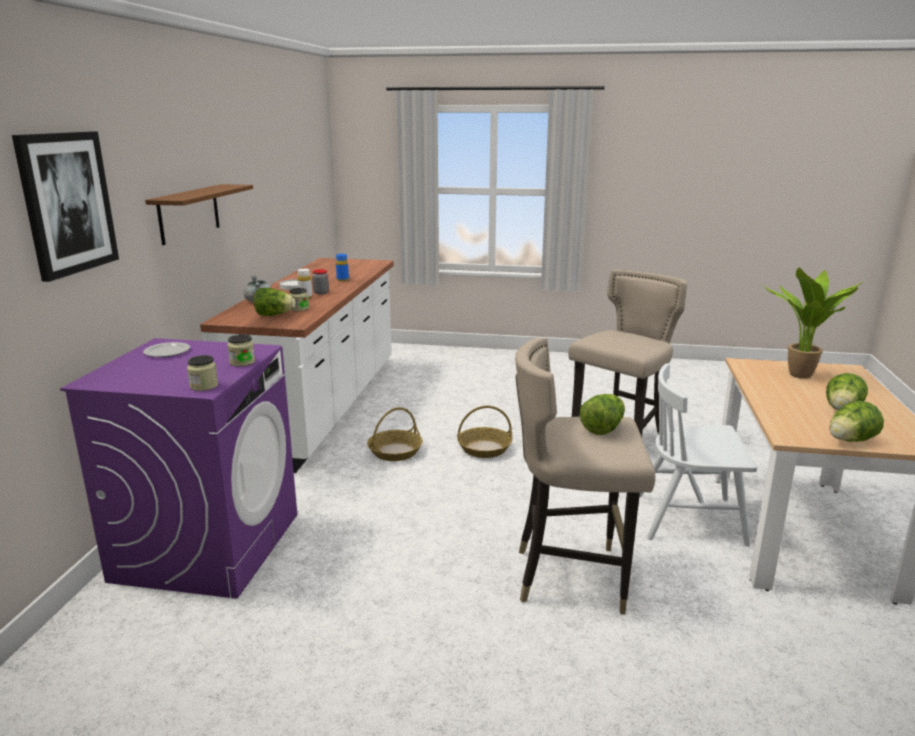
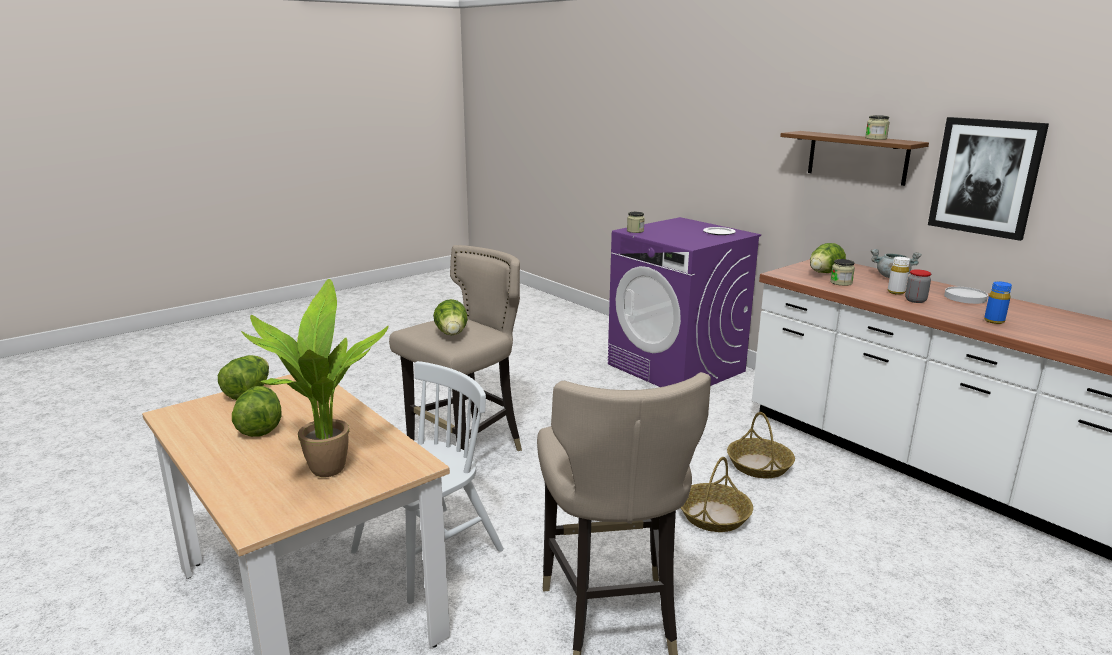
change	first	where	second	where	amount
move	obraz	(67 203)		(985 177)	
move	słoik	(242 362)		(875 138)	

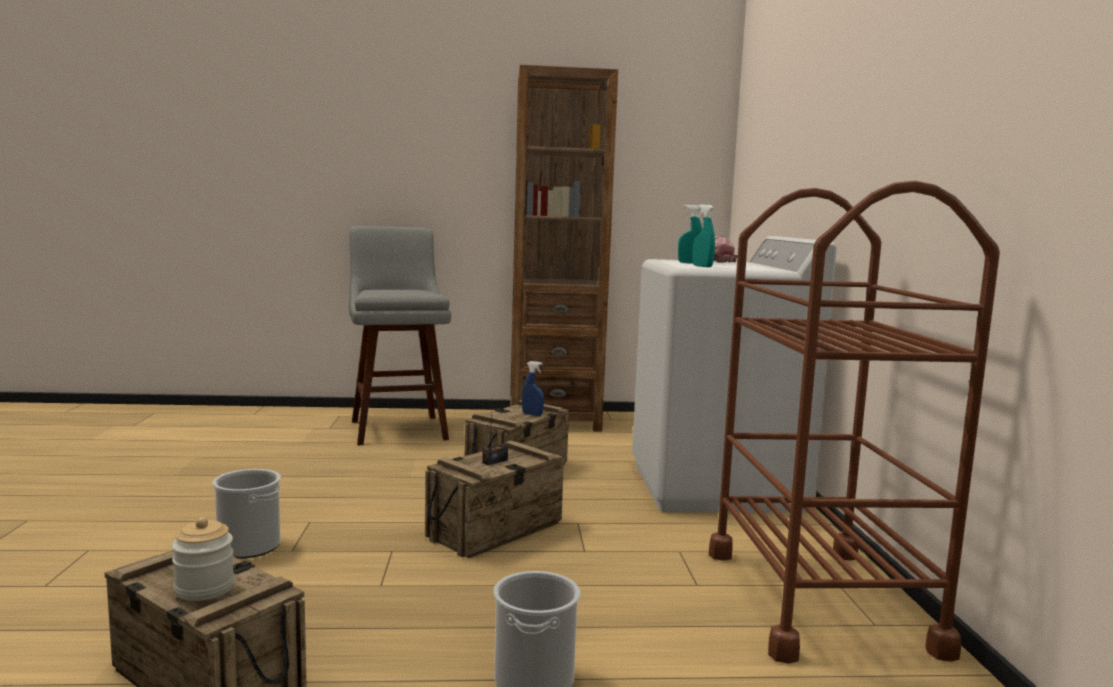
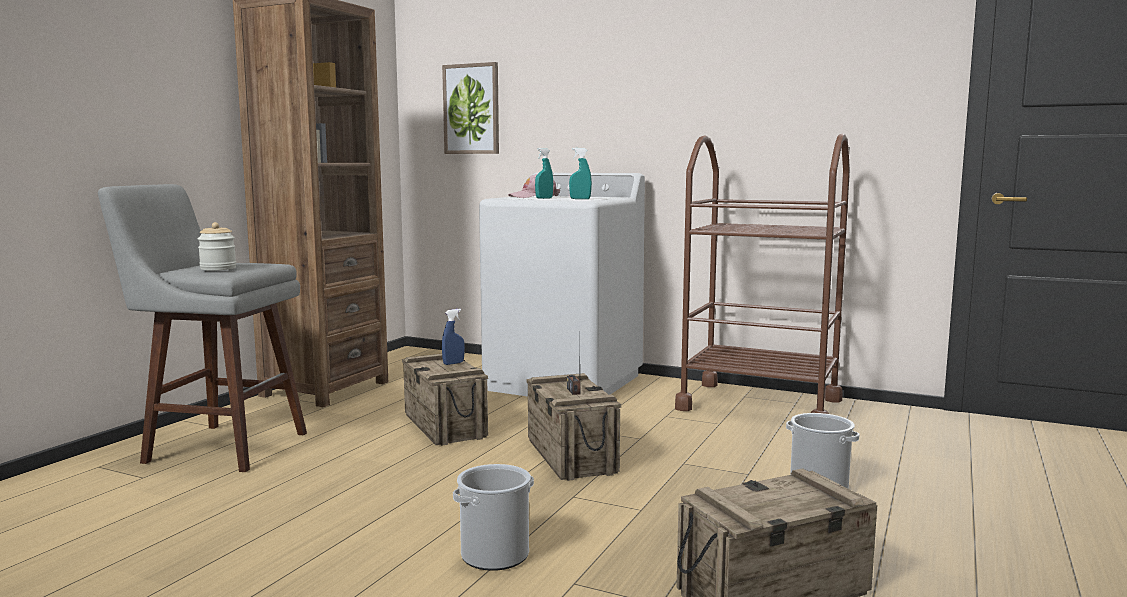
change	first	where	second	where	amount
insert			obraz	(471 109)	
move	słoik	(204 588)		(218 268)	

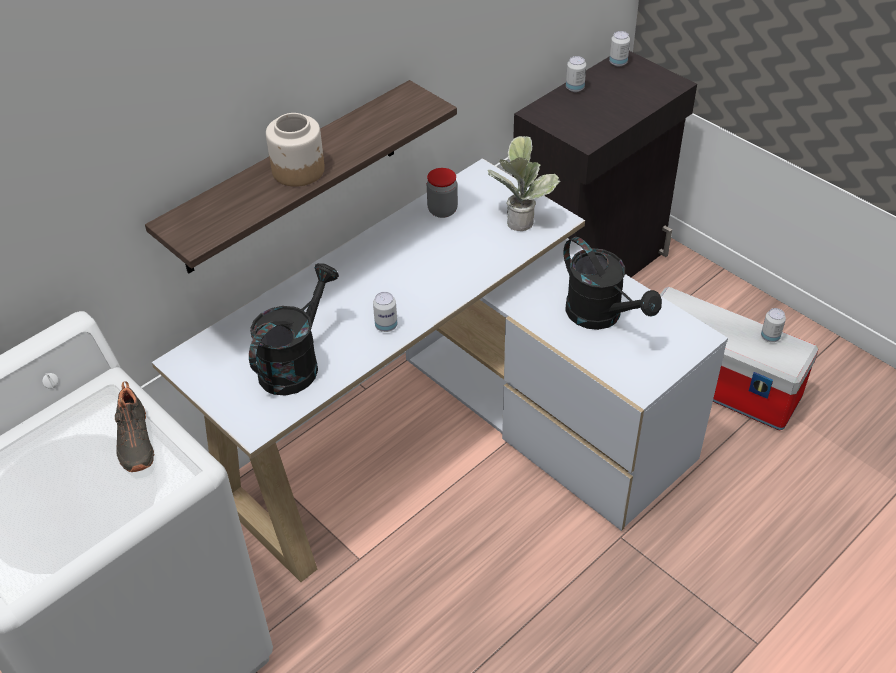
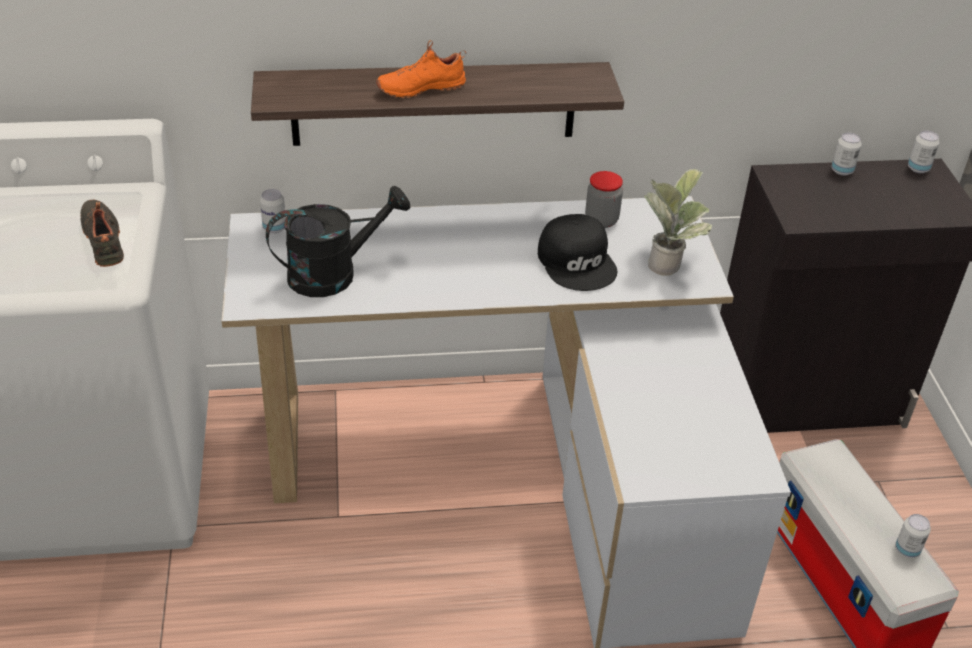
change	first	where	second	where	amount
delete	konewka [czarny]	(601 316)			
insert			czapka z daszkiem [czarny]	(578 261)	
move	puszka	(386 326)		(274 228)	
replace	słoik	(299 170)	but [pomarańczowy]	(420 87)	
rotate	but [czarny]	(133 441)		(105 240)	135 degrees clockwise

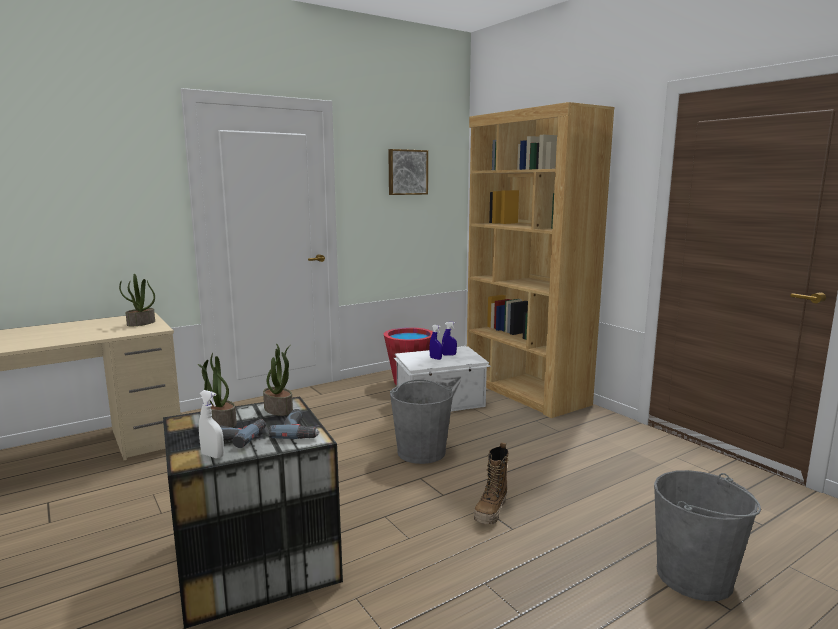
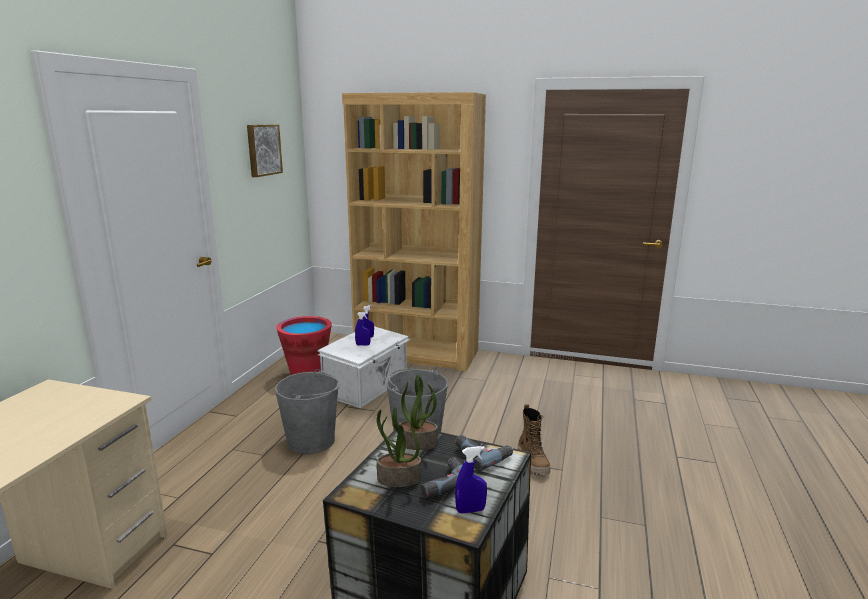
change	first	where	second	where	amount
delete	roślina doniczkowa	(141 323)			
move	wiadro [szary]	(695 577)		(311 441)	
recolor	spryskiwacz [biały]	(212 455)	spryskiwacz [niebieski]	(470 510)	

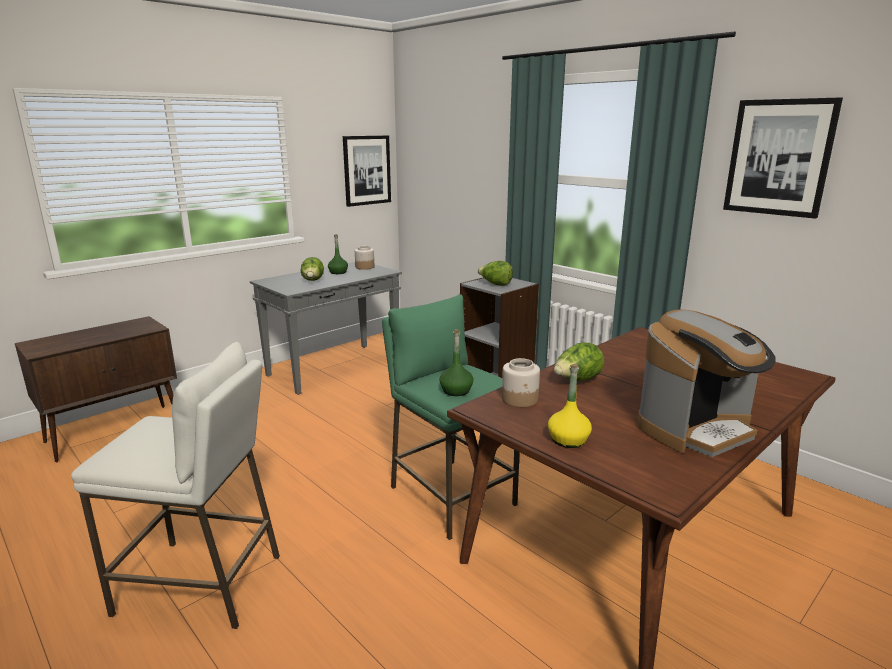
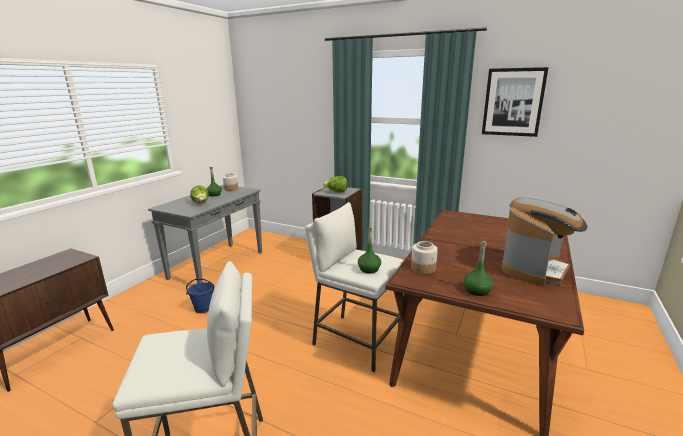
change	first	where	second	where	amount
delete	obraz	(367 170)			
delete	sałata	(577 381)			
insert			wiadro [niebieski]	(203 308)	
recolor	stołek [zielony]	(451 496)	stołek [biały]	(356 341)	
recolor	butelka [żółty]	(568 440)	butelka [zielony]	(477 290)	

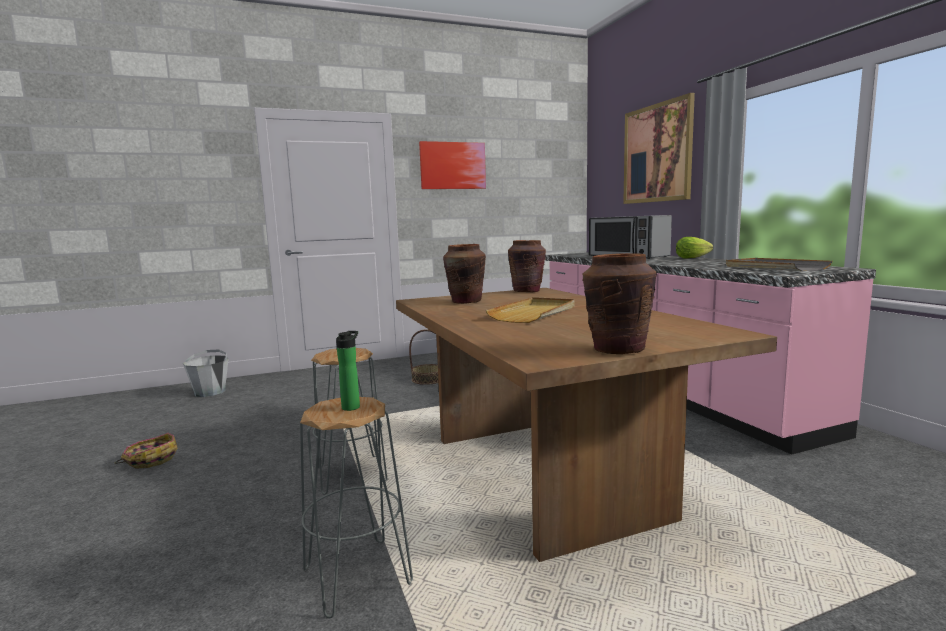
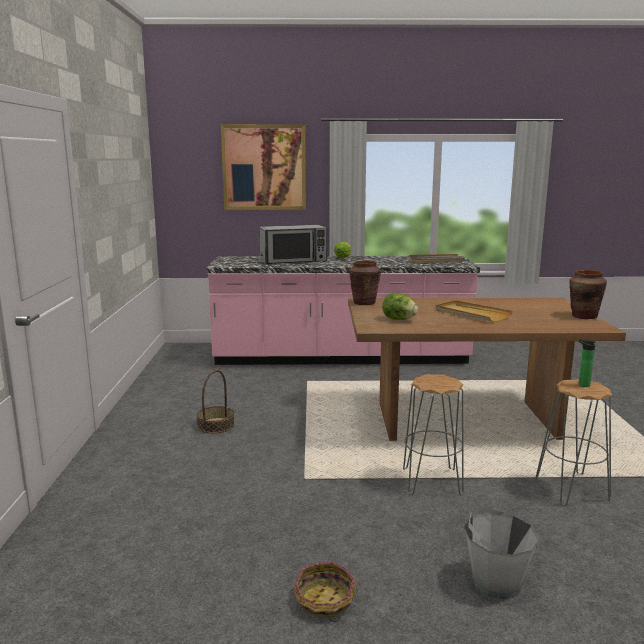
change	first	where	second	where	amount
delete	obraz	(452 165)			
move	wiadro [szary]	(210 392)		(496 581)	
replace	wazon [brązowy]	(466 301)	sałata	(399 319)	

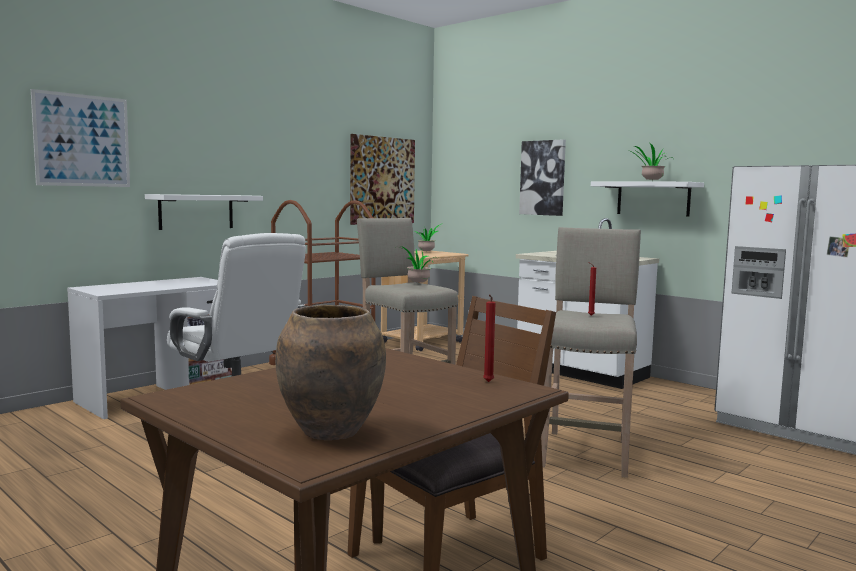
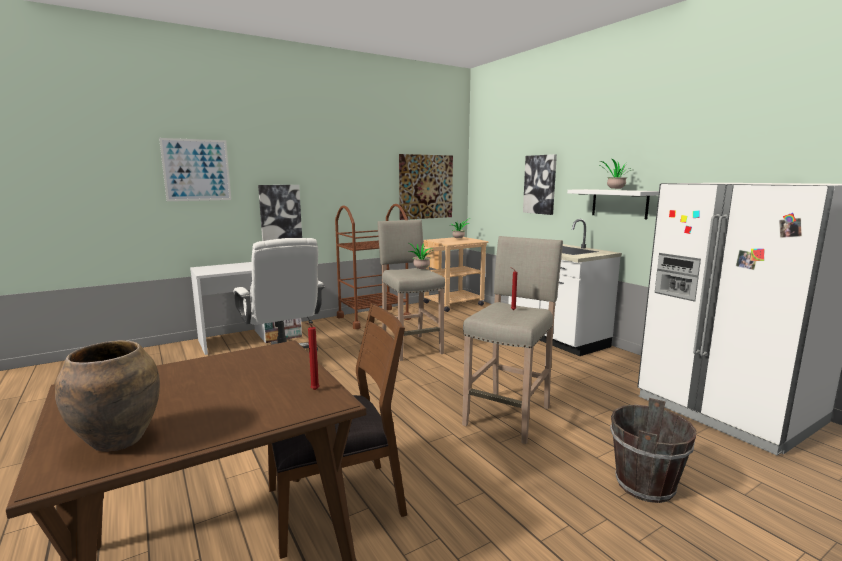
change	first	where	second	where	amount
insert			wiadro [brązowy]	(645 485)	
replace	półka [biały]	(196 211)	obraz	(280 214)	

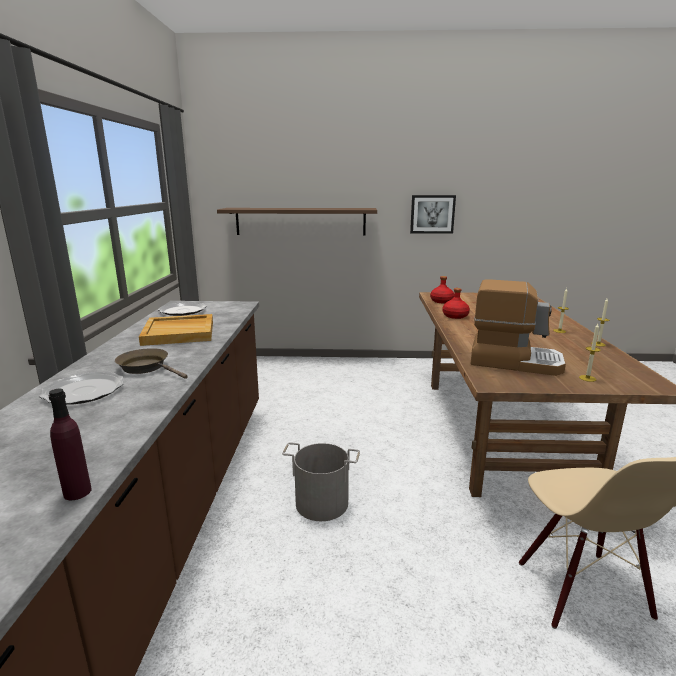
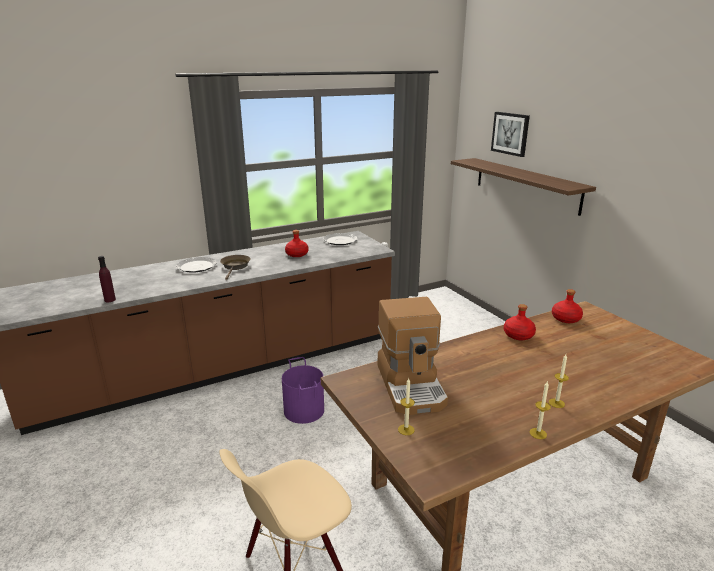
change	first	where	second	where	amount
move	obraz	(432 214)		(510 133)	
replace	taca [beżowy]	(180 332)	butelka [czerwony]	(297 254)	
recolor	wiadro [szary]	(322 502)	wiadro [fioletowy]	(304 410)	

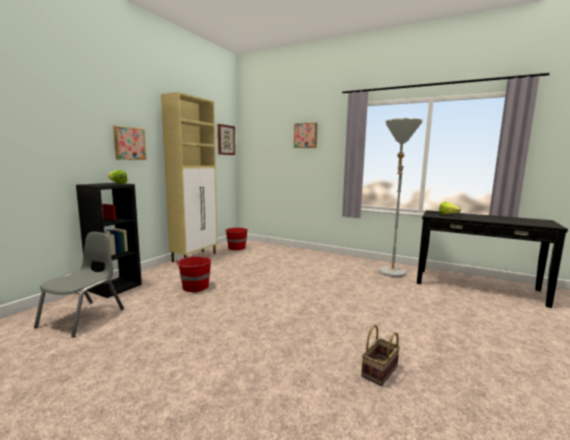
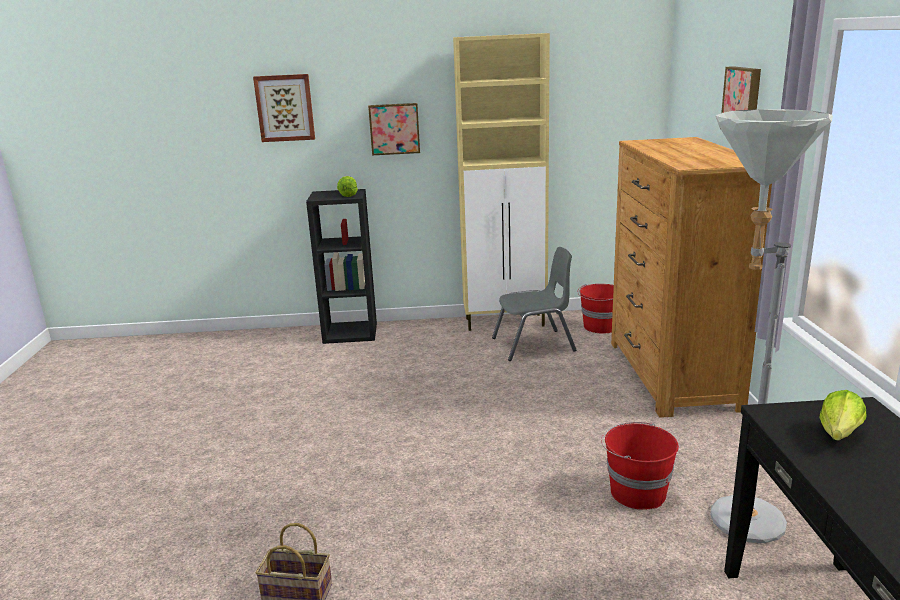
change	first	where	second	where	amount
insert			komoda [brązowy]	(671 374)	
move	krzesło [szary]	(83 318)		(534 345)	
move	wiadro [czerwony]	(195 287)		(636 492)	
move	obraz	(225 140)		(285 108)	

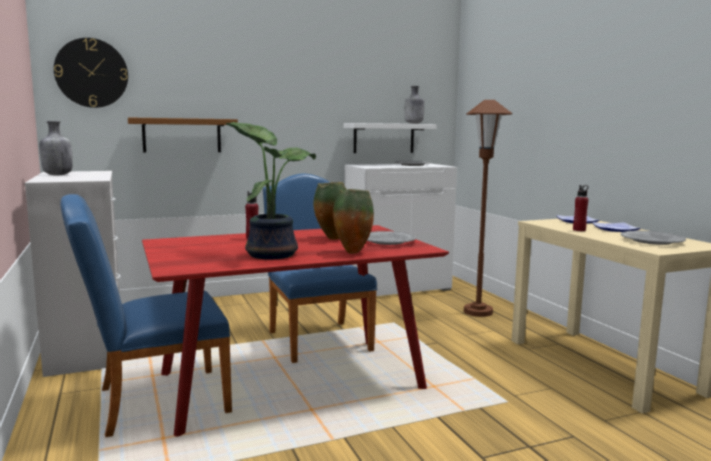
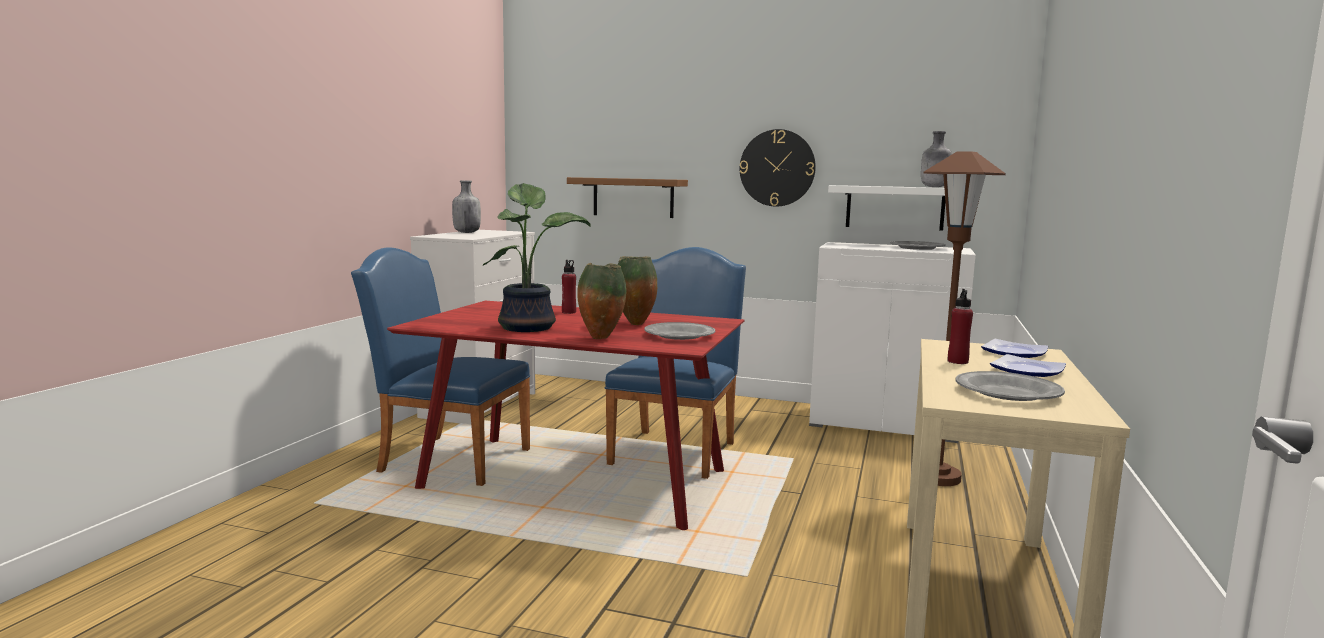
change	first	where	second	where	amount
move	zegar ścienny	(91 73)		(777 168)	

